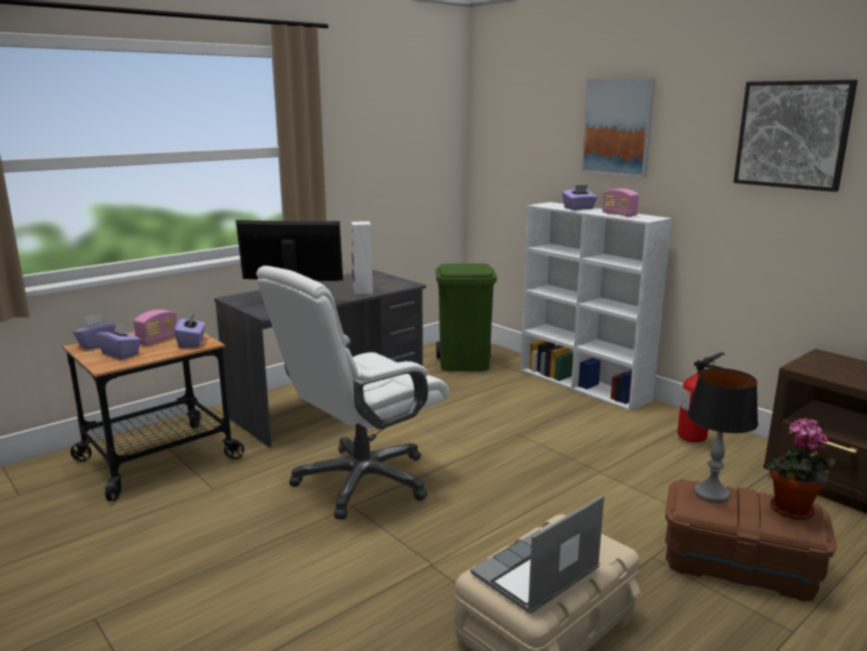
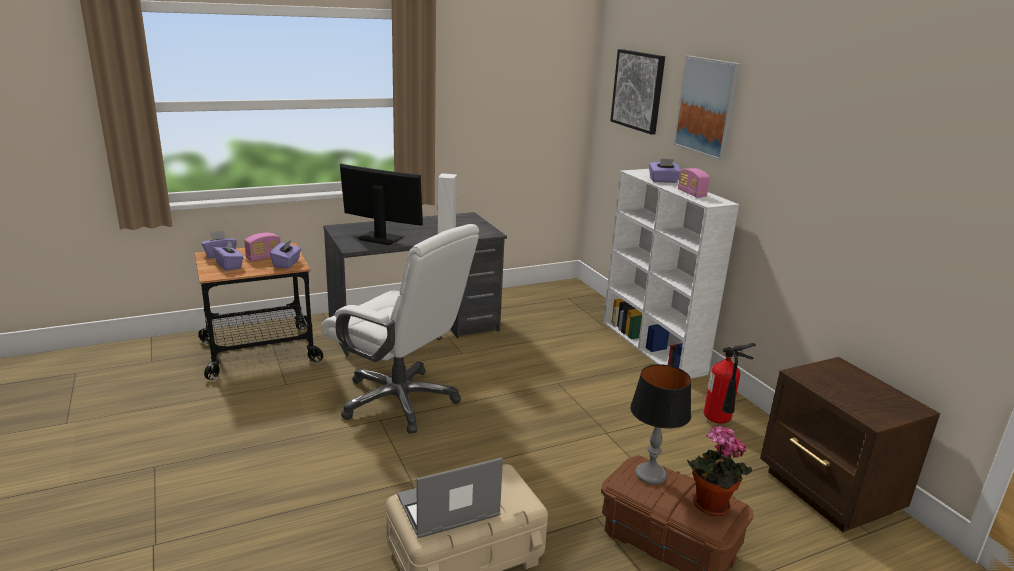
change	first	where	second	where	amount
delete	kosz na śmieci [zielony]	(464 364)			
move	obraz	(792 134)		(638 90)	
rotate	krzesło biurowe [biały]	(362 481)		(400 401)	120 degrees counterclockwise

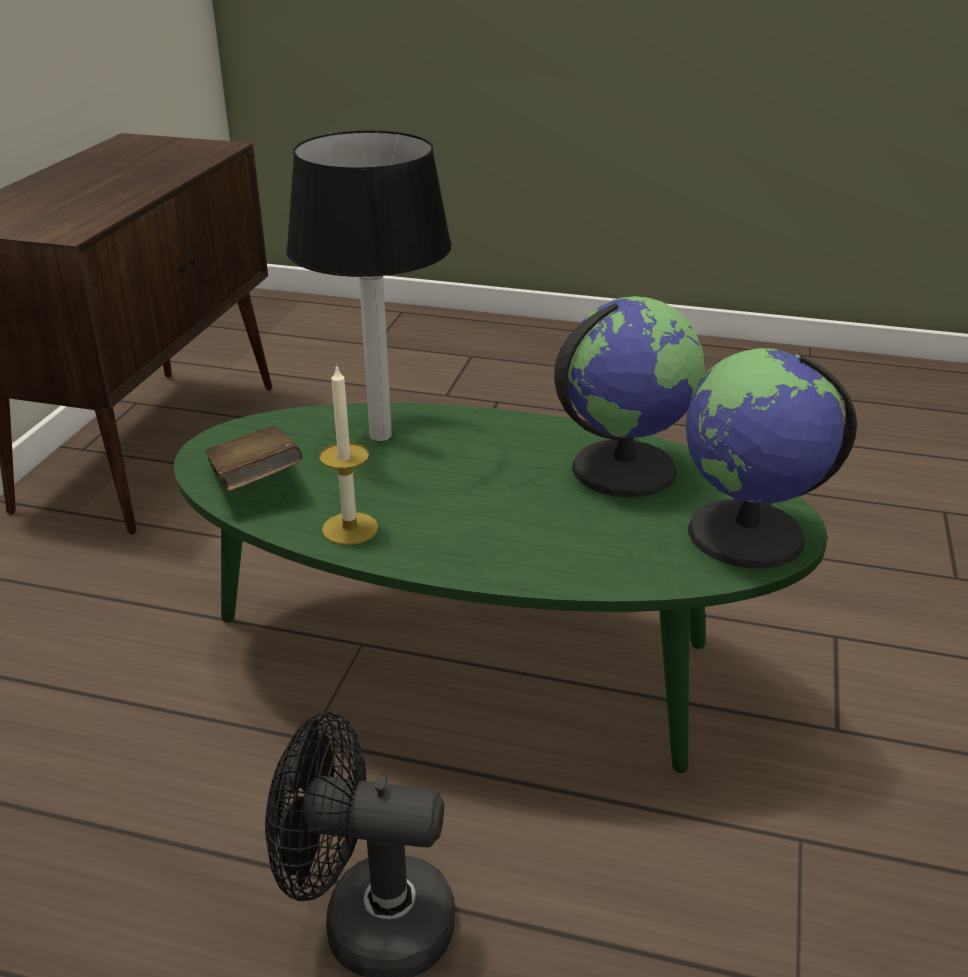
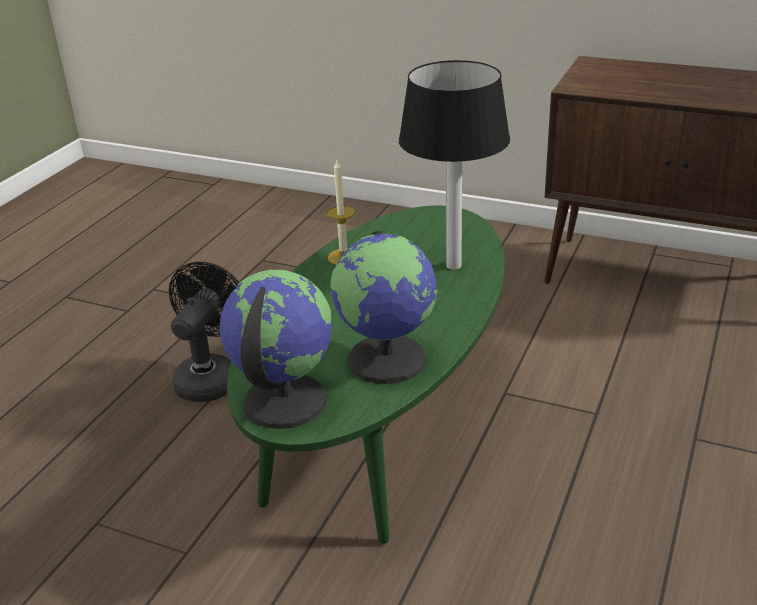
change	first	where	second	where	amount
delete	książka [brązowy]	(255 483)			

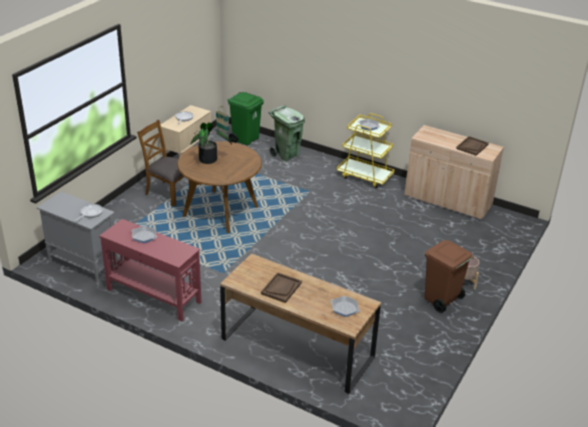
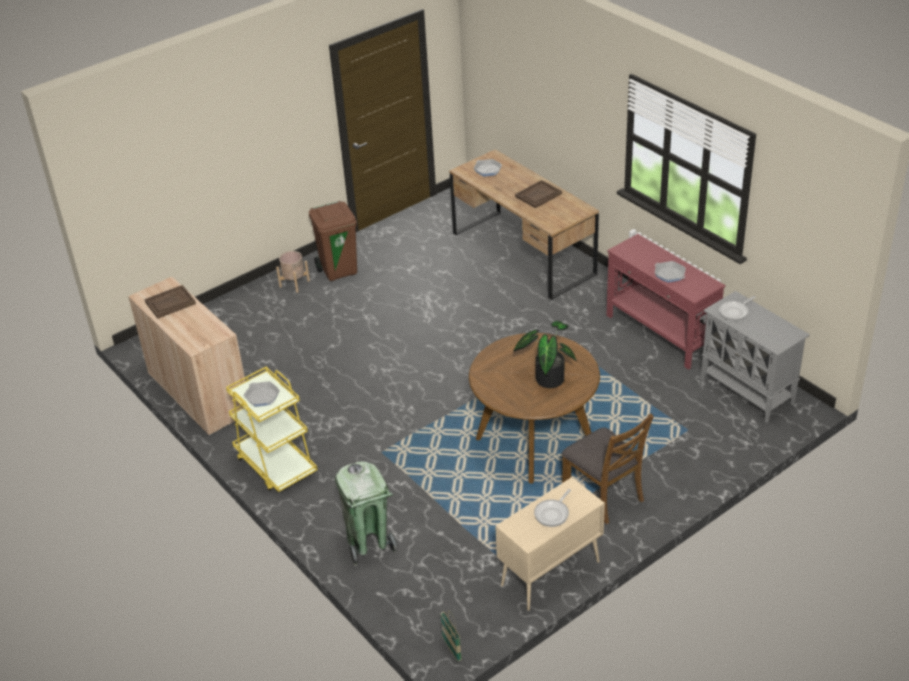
change	first	where	second	where	amount
delete	kosz na śmieci [zielony]	(245 139)			

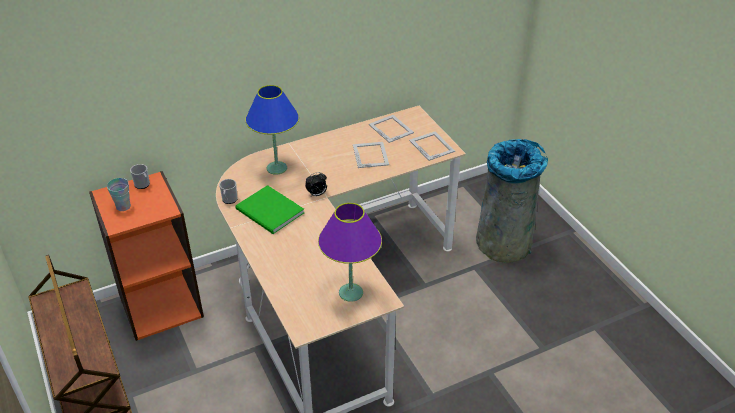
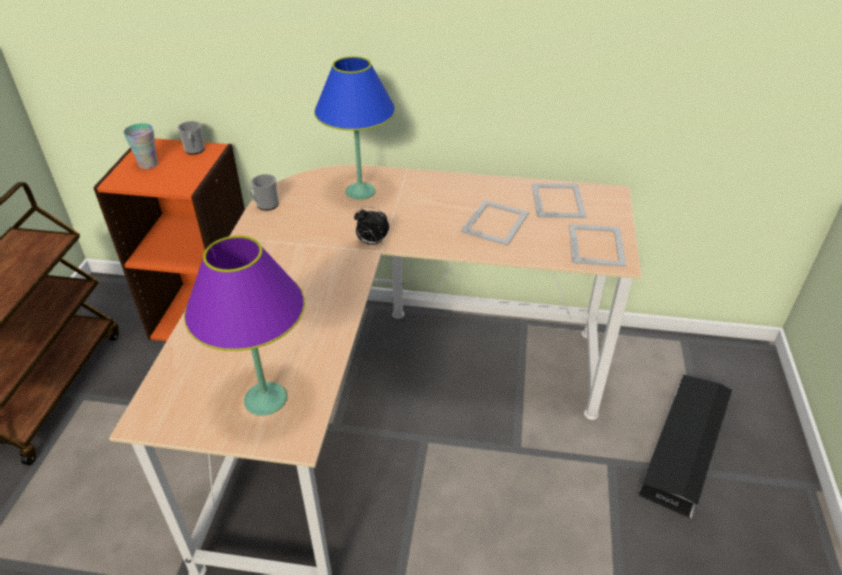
change	first	where	second	where	amount
delete	książka [zielony]	(270 212)			
replace	kosz na śmieci [szary]	(504 241)	pojemnik do przechowywania [czarny]	(685 447)	

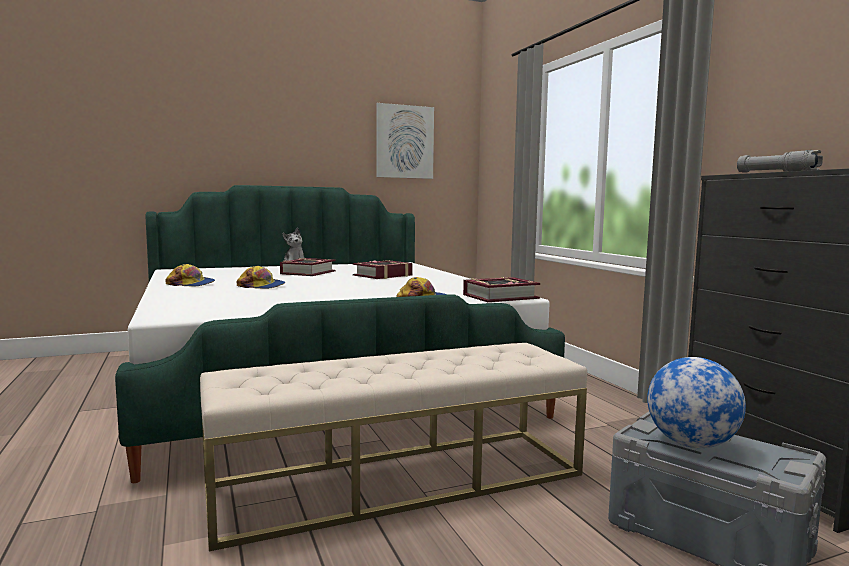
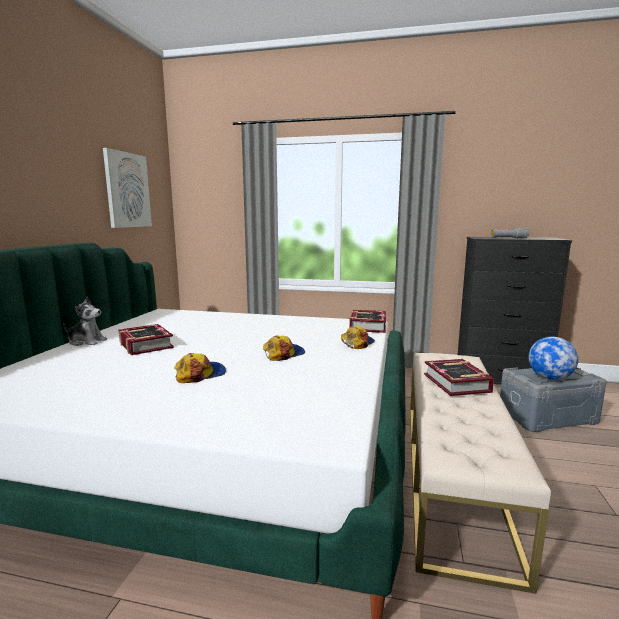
change	first	where	second	where	amount
move	czapka z daszkiem	(191 284)		(283 354)	
move	książka	(383 275)		(457 383)	

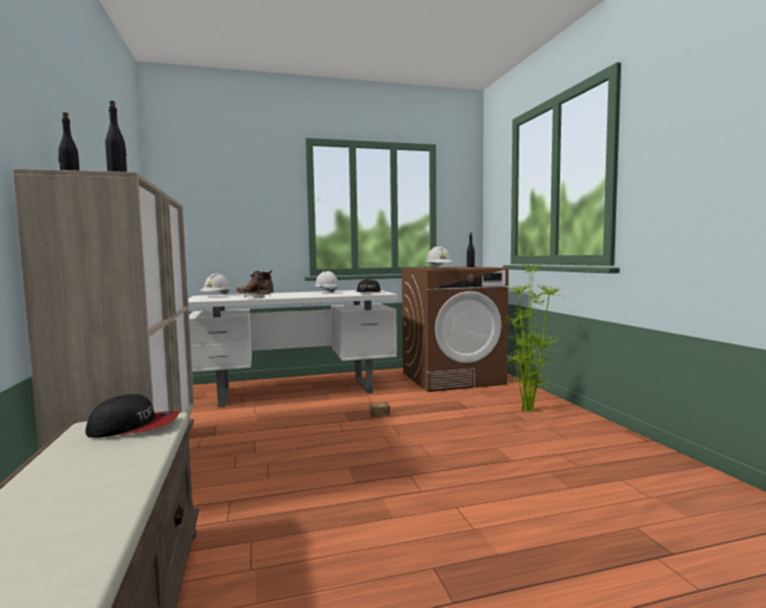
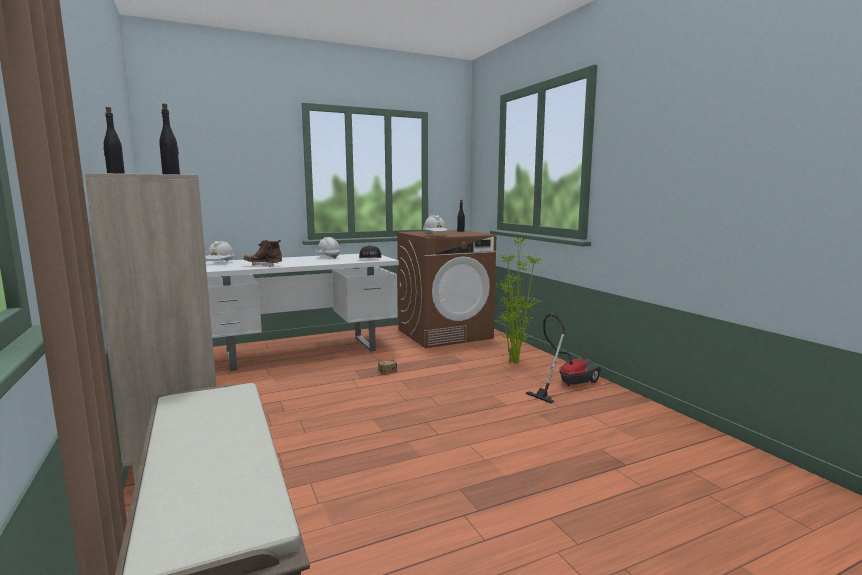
change	first	where	second	where	amount
delete	czapka z daszkiem	(134 427)			
insert			odkurzacz	(566 384)	

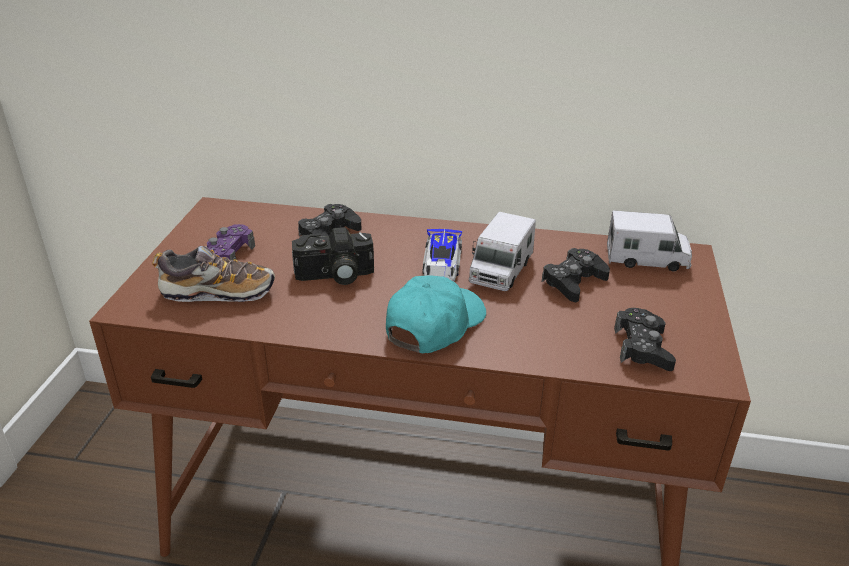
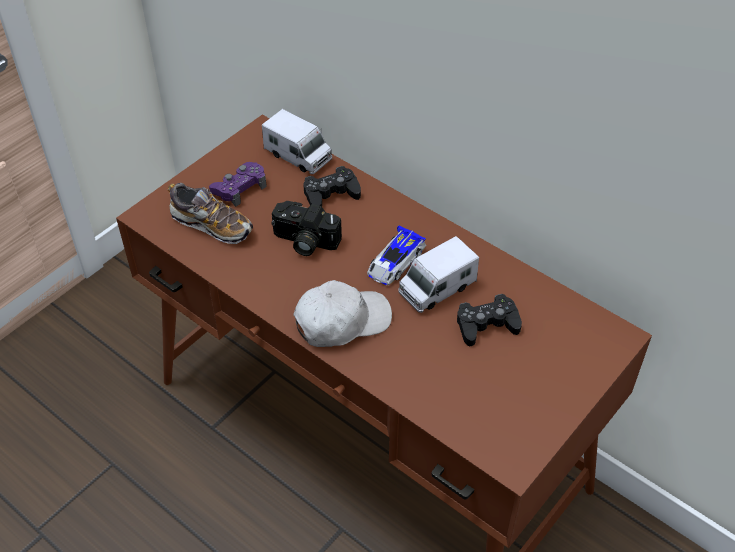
change	first	where	second	where	amount
delete	pad do gier [czarny]	(642 348)			
move	ciężarówka zabawkowa	(646 259)		(298 156)	
recolor	czapka z daszkiem [turkusowy]	(434 325)	czapka z daszkiem [biały]	(341 321)	

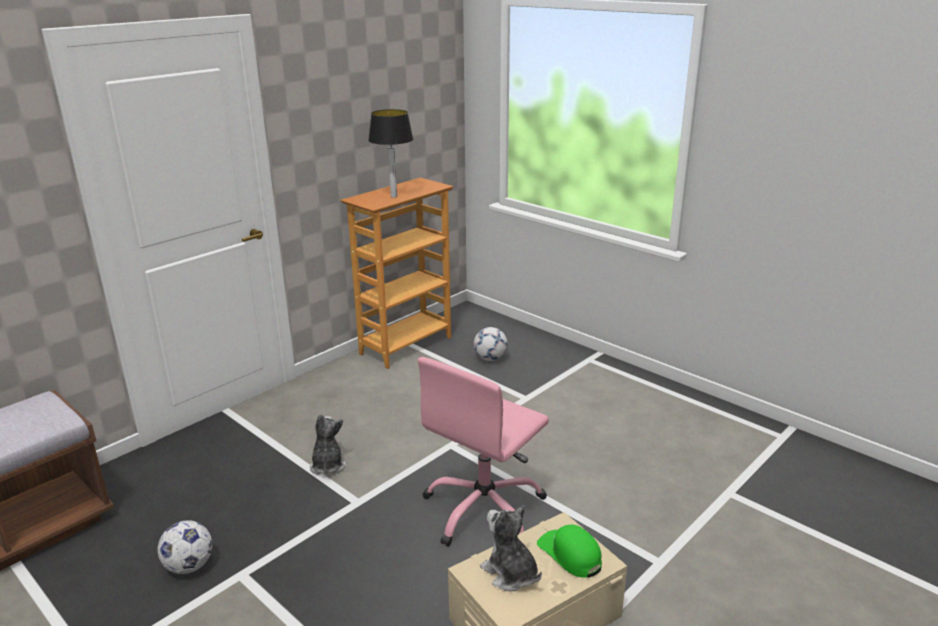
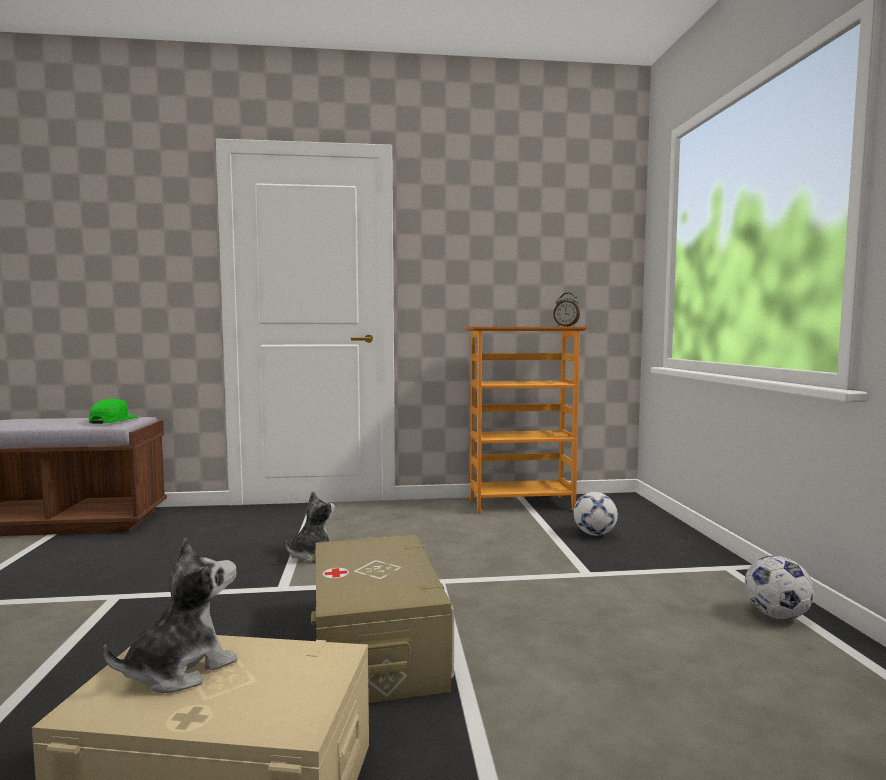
change	first	where	second	where	amount
delete	lampa stołowa	(394 196)			
insert			budzik	(566 326)	
move	piłka futbolowa	(189 566)		(776 615)	
move	czapka z daszkiem [zielony]	(570 554)		(113 420)	
replace	krzesło biurowe [różowy]	(484 510)	pojemnik do przechowywania [beżowy]	(375 646)	
rotate	pluszak	(510 573)		(180 669)	45 degrees clockwise

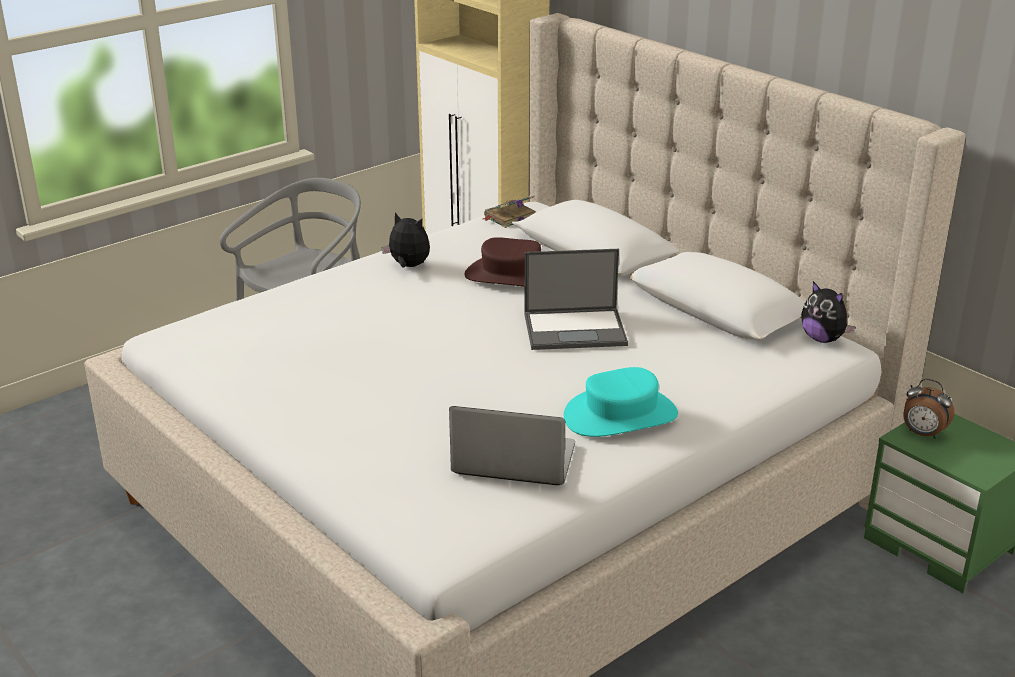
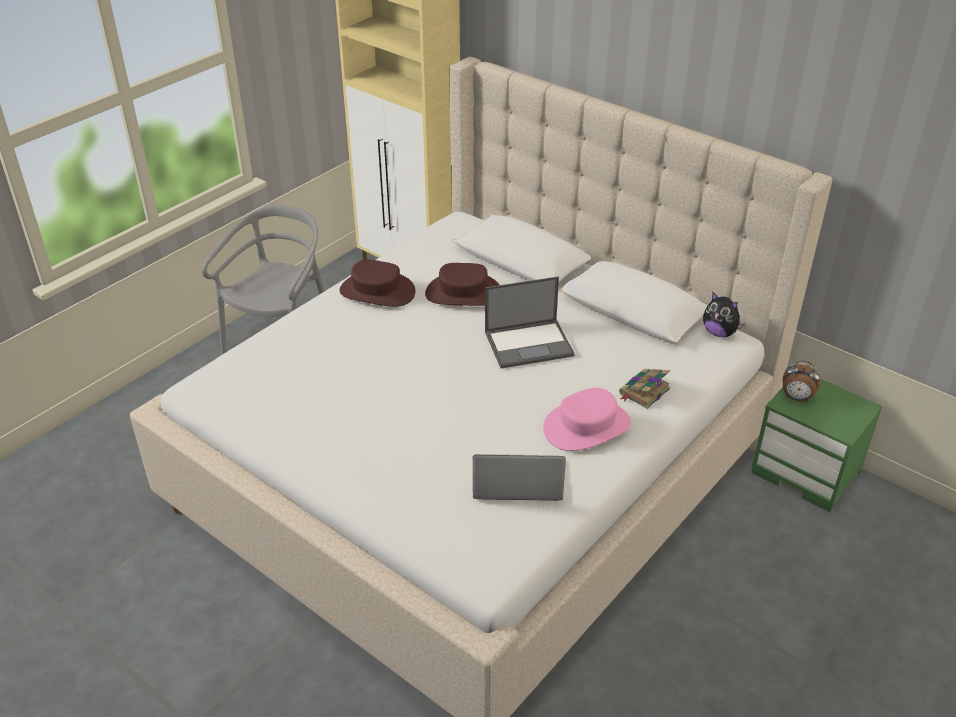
change	first	where	second	where	amount
move	książka	(509 217)		(643 392)	
replace	pluszak	(408 266)	kapelusz [brązowy]	(377 292)	
recolor	kapelusz [turkusowy]	(620 416)	kapelusz [różowy]	(587 426)	

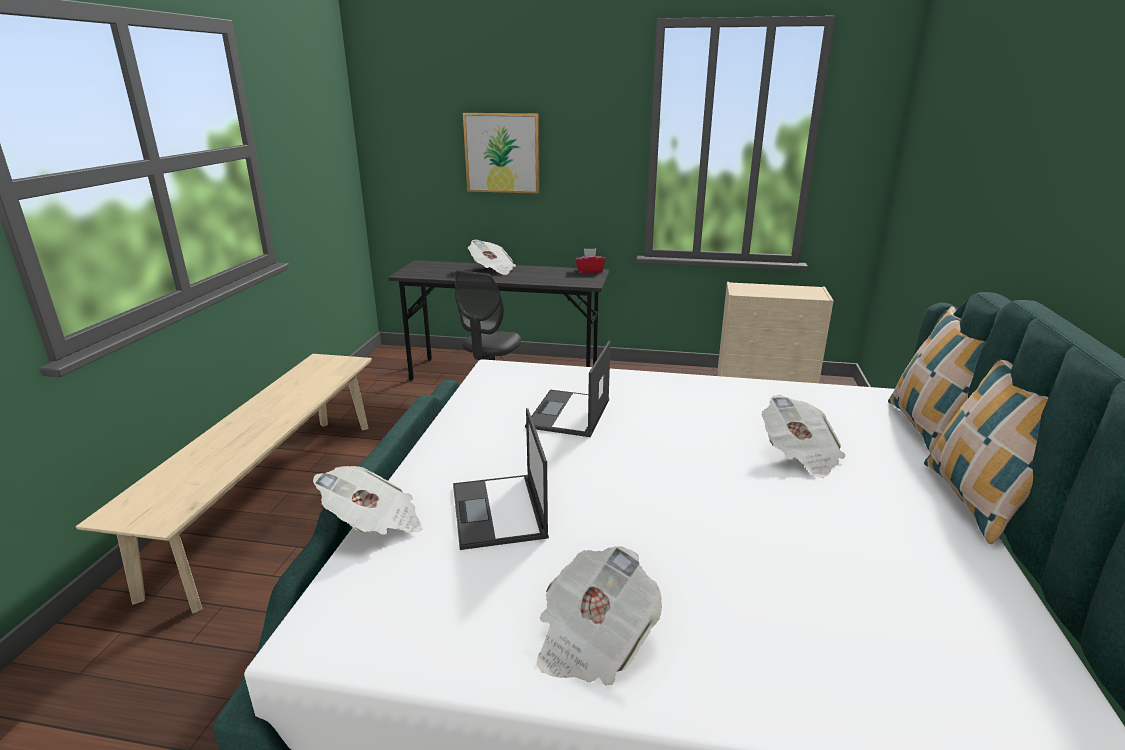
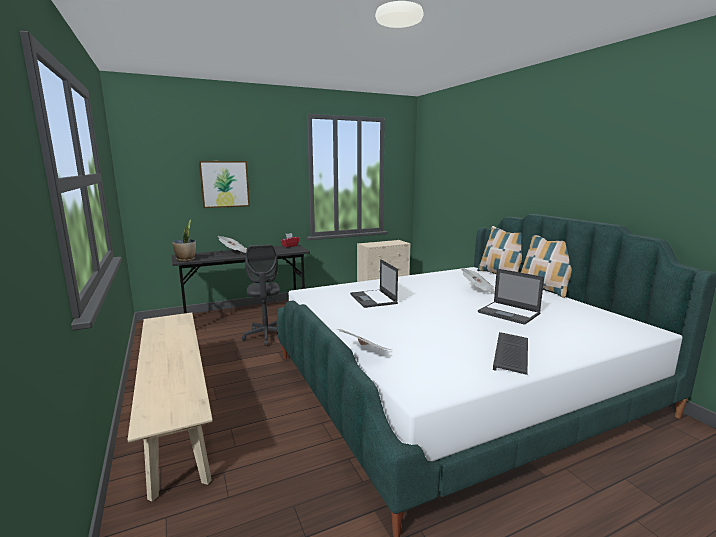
change	first	where	second	where	amount
insert			roślina doniczkowa	(186 259)	
move	laptop	(499 512)		(509 313)	
replace	gazeta	(592 640)	klawiatura	(512 354)	

